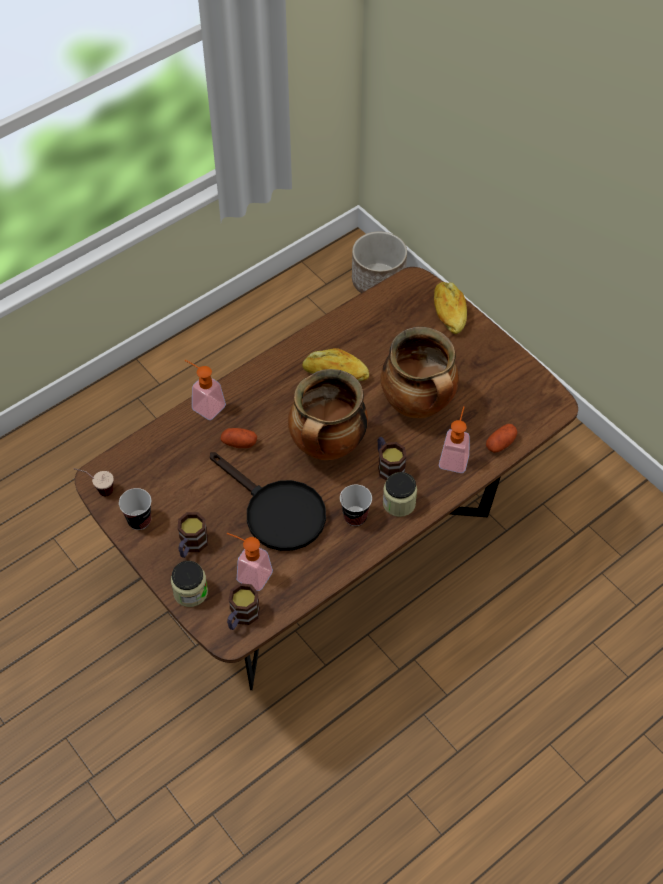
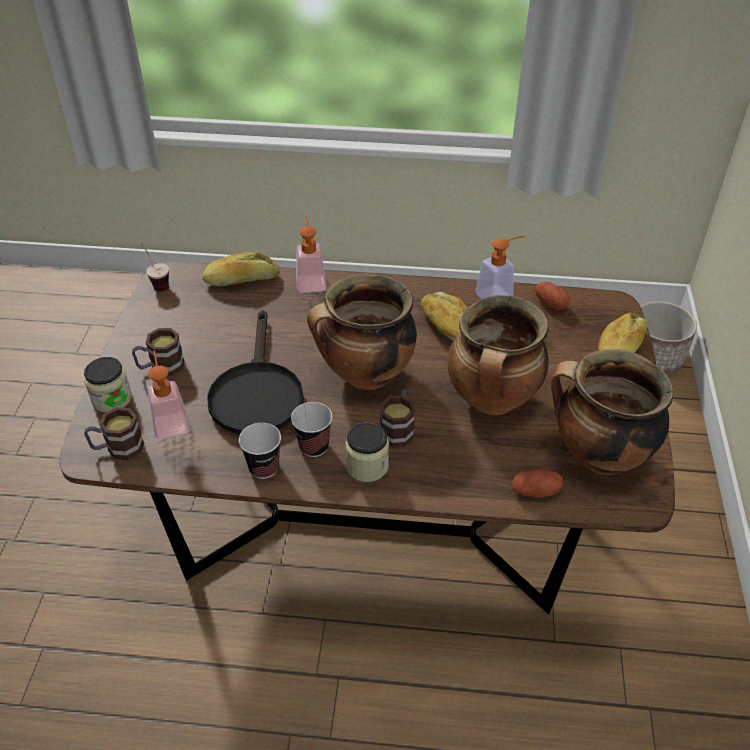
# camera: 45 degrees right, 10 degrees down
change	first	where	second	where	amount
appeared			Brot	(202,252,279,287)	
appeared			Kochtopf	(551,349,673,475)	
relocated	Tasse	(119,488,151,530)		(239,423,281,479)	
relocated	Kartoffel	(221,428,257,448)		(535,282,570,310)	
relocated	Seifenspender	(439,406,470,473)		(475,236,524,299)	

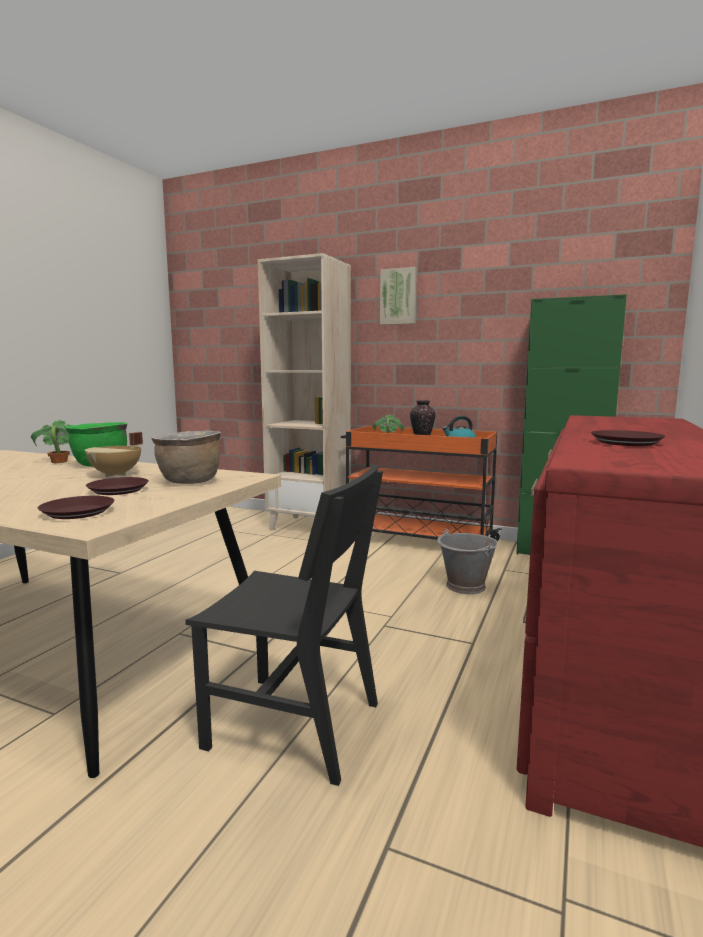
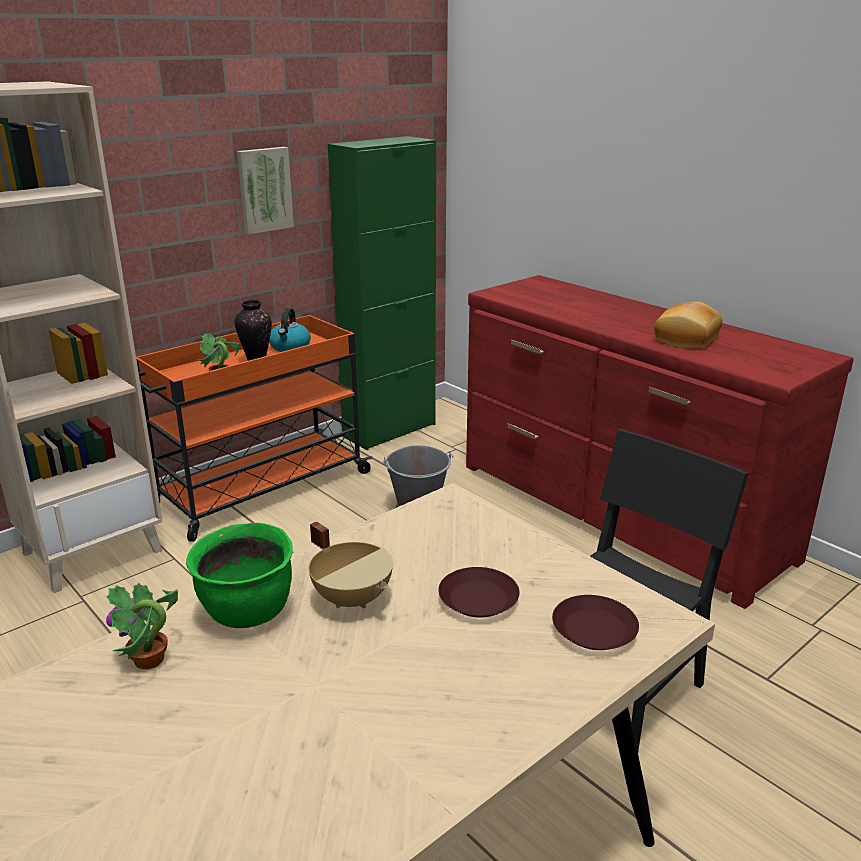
# camera: 65 degrees left, 15 degrees up
change	first	where	second	where	amount
missing	Kochtopf/braun	(151,430,221,484)			
relocated	Bild	(380,267,417,325)		(237,147,294,235)	
exchanged	Teller/braun	(591,430,665,446)	Brot	(654,302,722,349)	

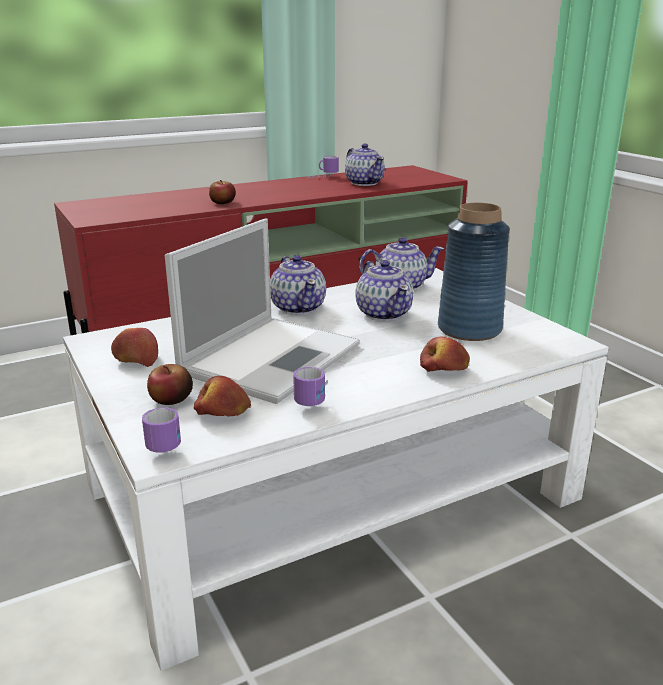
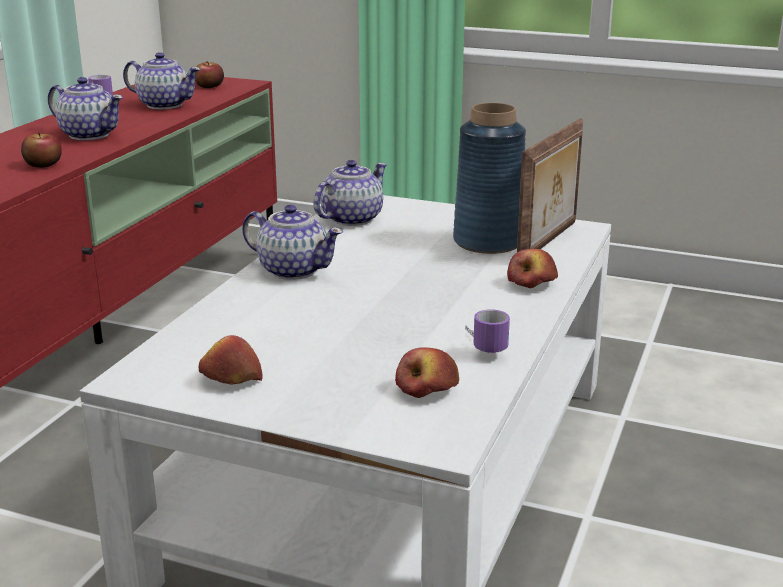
# camera: 40 degrees left, 0 degrees up
change	first	where	second	where	amount
missing	Henkelbecher	(142,407,181,453)			
missing	Laptop	(165,218,360,404)			
appeared			Bilderrahmen	(517,119,583,252)	
relocated	Apfel	(147,364,193,405)		(195,61,224,88)	
relocated	Teekanne	(355,260,413,321)		(48,77,123,140)	

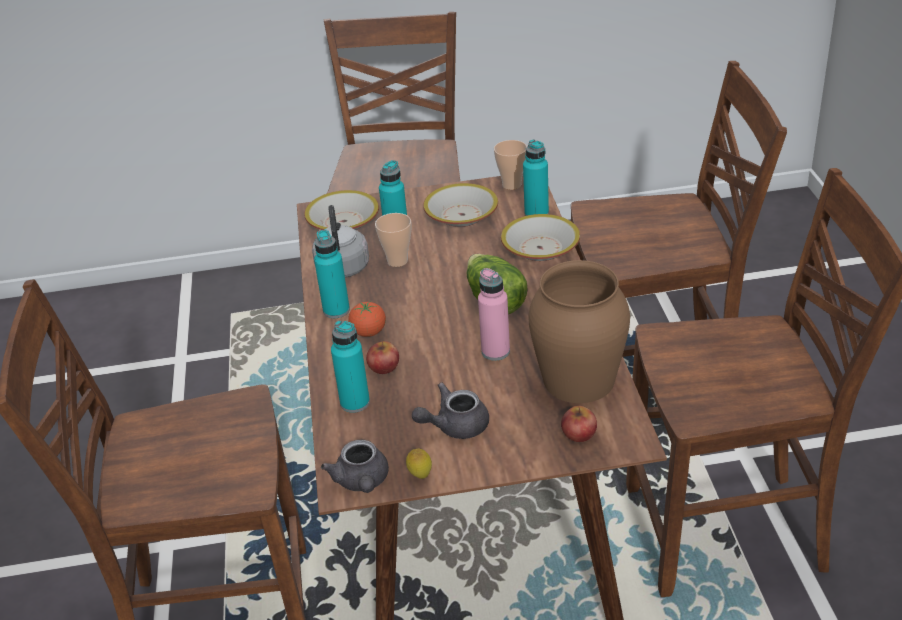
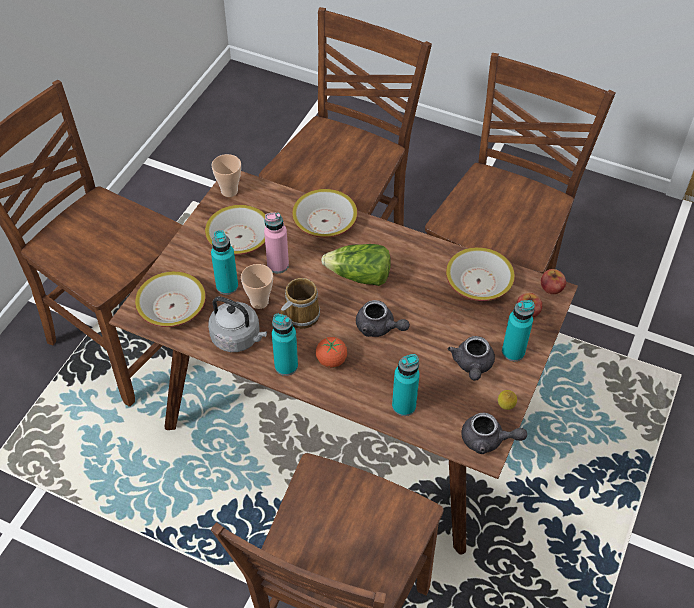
# camera: 60 degrees left, 15 degrees up
change	first	where	second	where	amount
appeared			Henkelbecher	(280,278,320,329)	
appeared			Teekanne/grau	(356,300,410,337)	
relocated	Apfel	(366,341,399,374)		(541,269,566,294)	
relocated	Flasche/rosa	(478,268,510,361)		(264,212,289,273)	
relocated	Flasche/türkis	(523,140,549,216)		(502,300,535,361)	
exchanged	Vase/braun	(528,260,630,403)	Schüssel	(446,247,515,301)	

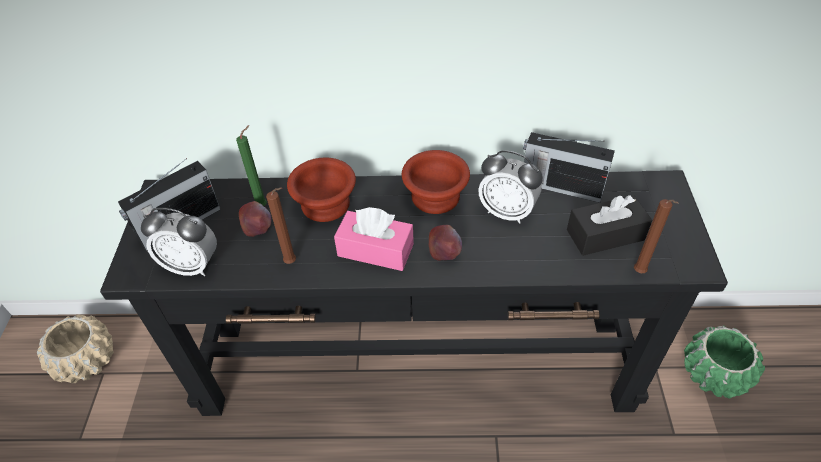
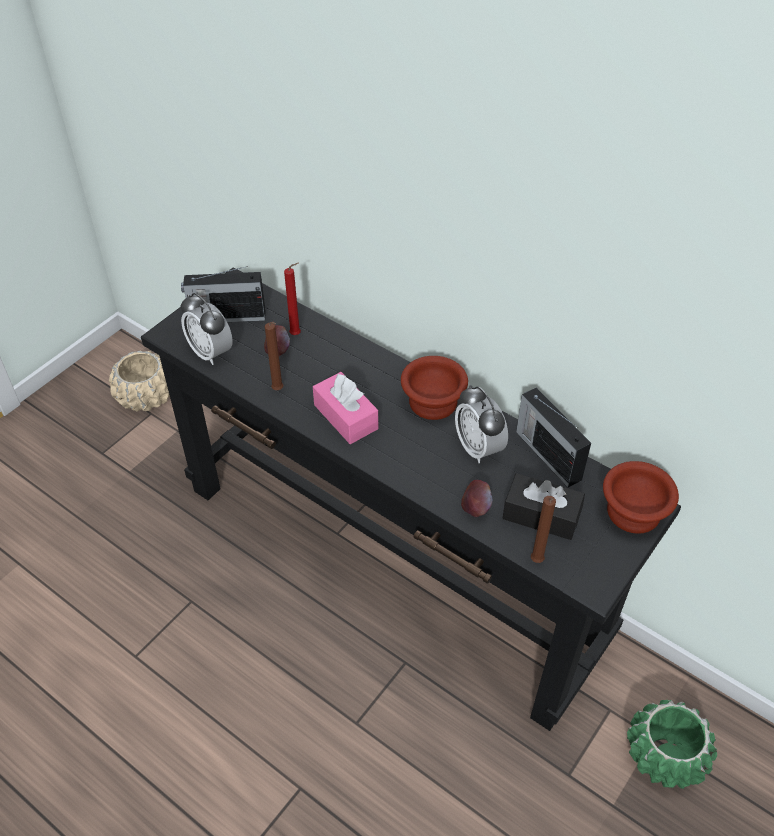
# camera: 35 degrees right, 0 degrees up
change	first	where	second	where	amount
relocated	Schüssel/braun	(287,157,356,222)		(603,461,679,534)	
relocated	Apfel	(429,225,462,261)		(461,480,493,517)	
colour	Kerze/grün	(236,125,267,206)	Kerze/rot	(284,263,301,335)	

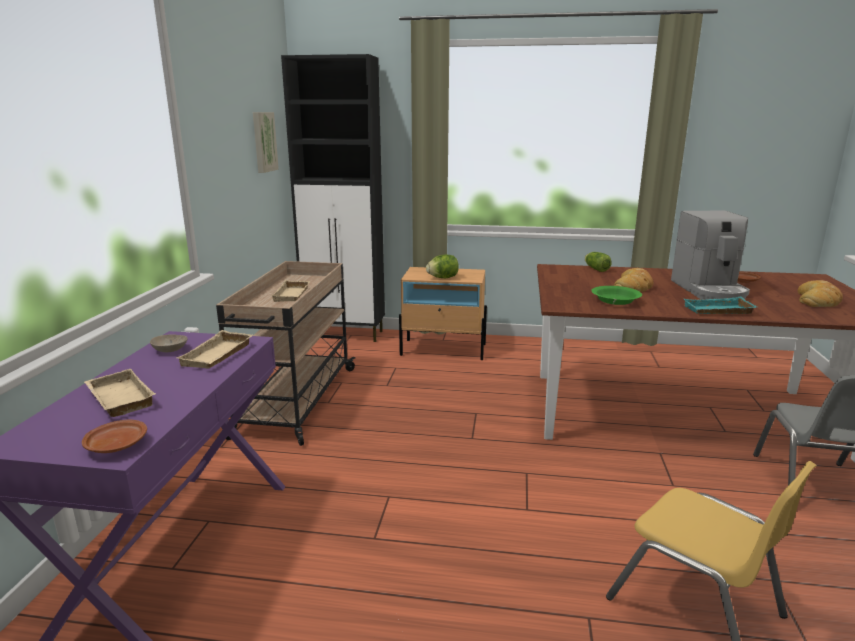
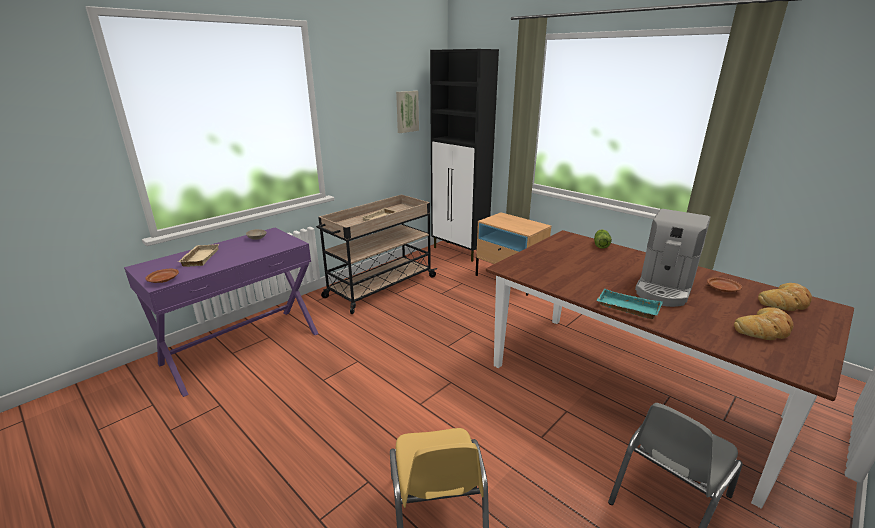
# camera: 35 degrees right, 5 degrees up
change	first	where	second	where	amount
missing	Tablett/beige	(176,330,253,368)			
missing	Salatkopf	(426,254,459,278)			
missing	Schüssel/grün	(591,286,642,305)			
relocated	Brot	(614,268,653,292)		(758,283,812,311)	

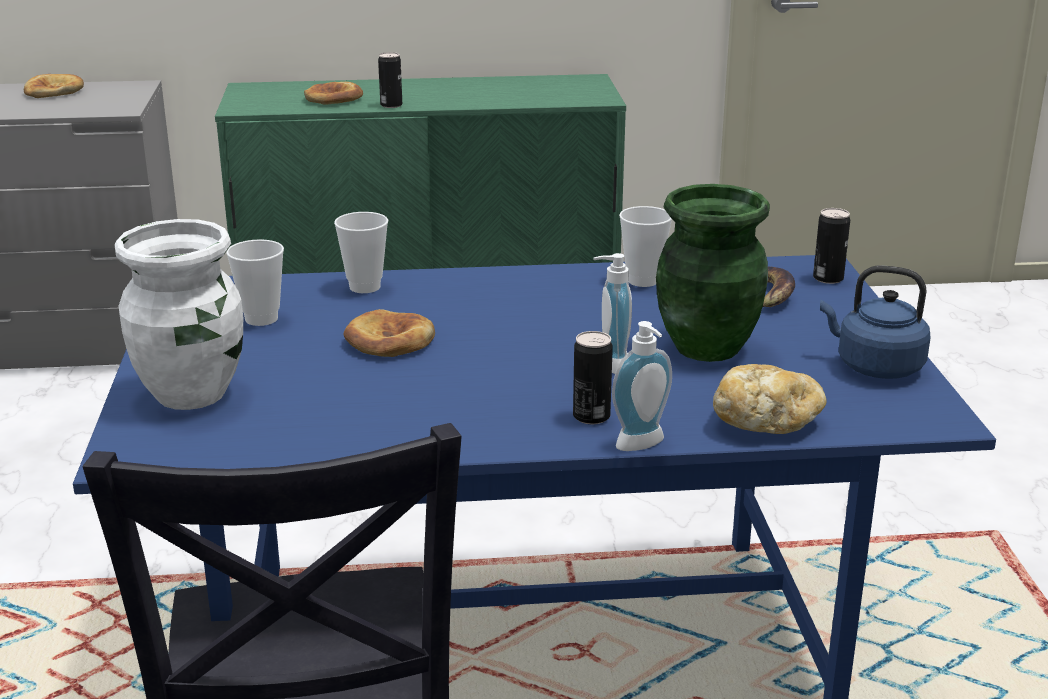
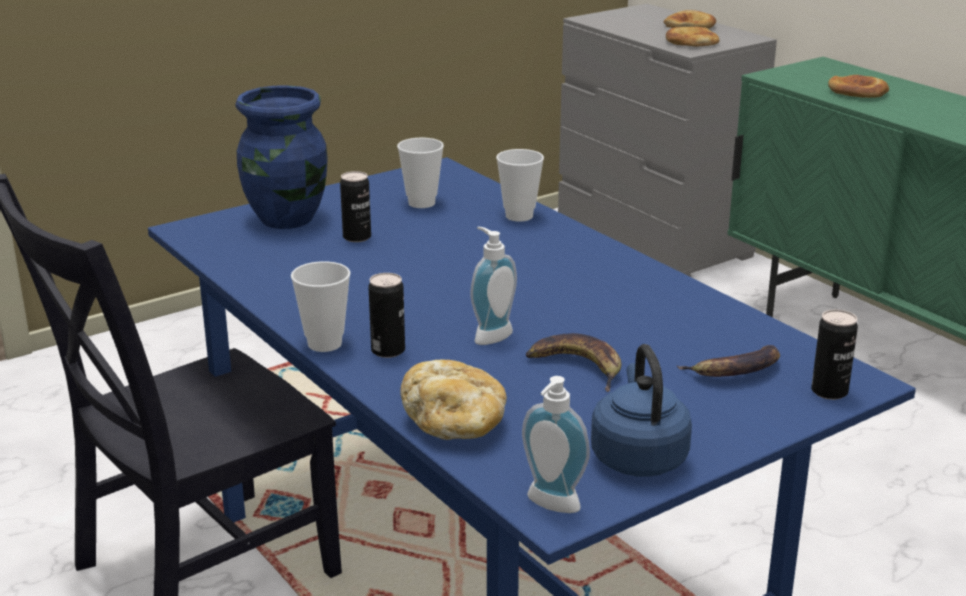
# camera: 60 degrees right, 0 degrees up
change	first	where	second	where	amount
relocated	Brot	(343,309,435,357)		(666,27,720,47)	
relocated	Dose	(378,52,402,108)		(340,171,371,242)	
relocated	Seifenspender	(612,321,672,451)		(522,376,590,513)	
relocated	Tasse	(619,206,672,287)		(291,261,350,352)	
exchanged	Vase/grün	(656,184,770,362)	Banane	(526,333,621,392)	
colour	Vase/weiß	(115,219,243,410)	Vase/blau	(236,85,328,229)	

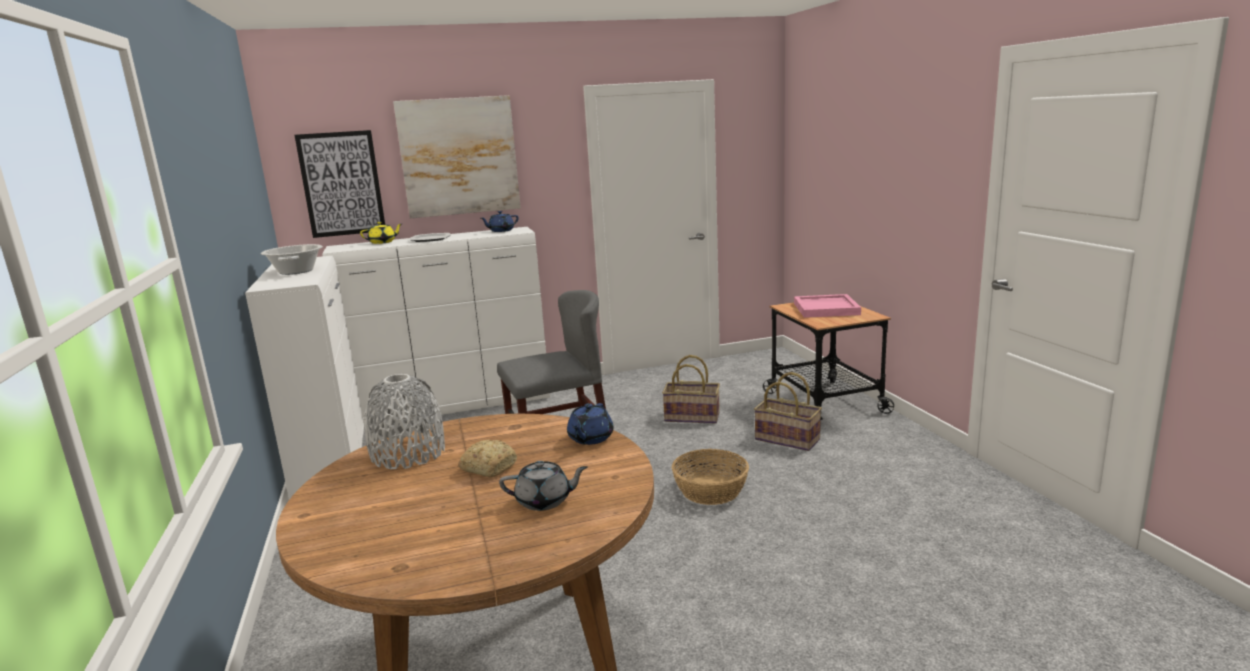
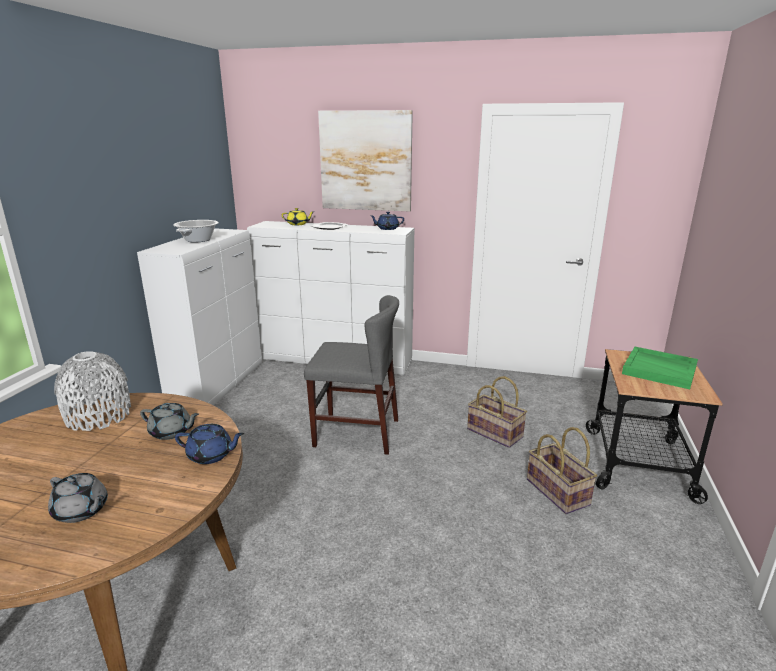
# camera: 30 degrees right, 5 degrees up
change	first	where	second	where	amount
missing	Bild	(294,130,385,238)			
missing	Brot	(458,440,517,478)			
missing	Korb	(672,449,749,505)			
appeared			Teekanne/grau	(140,403,199,440)	
colour	Tablett/rosa	(794,294,861,318)	Tablett/grün	(622,347,698,389)	
spun	Teekanne/blau	(567,403,614,445)		(175,424,244,464)	135 degrees counterclockwise

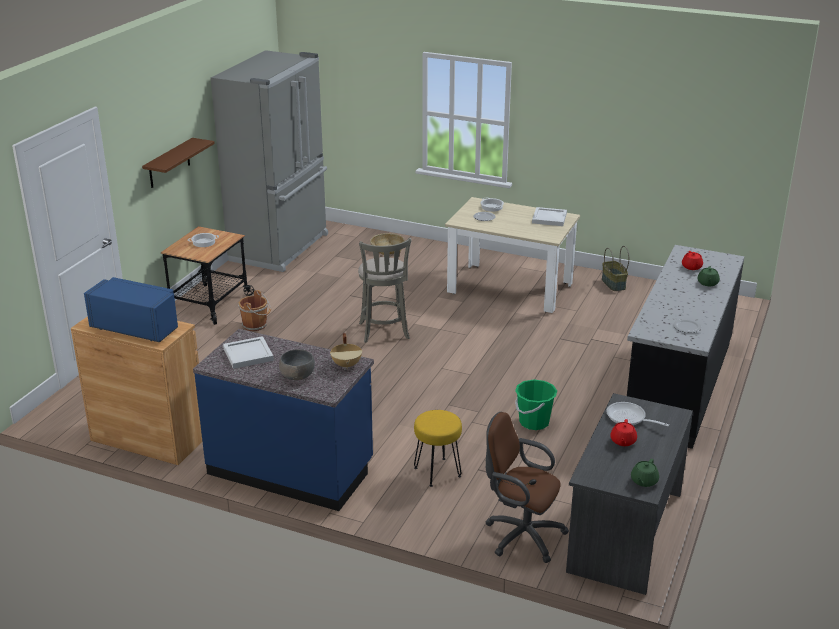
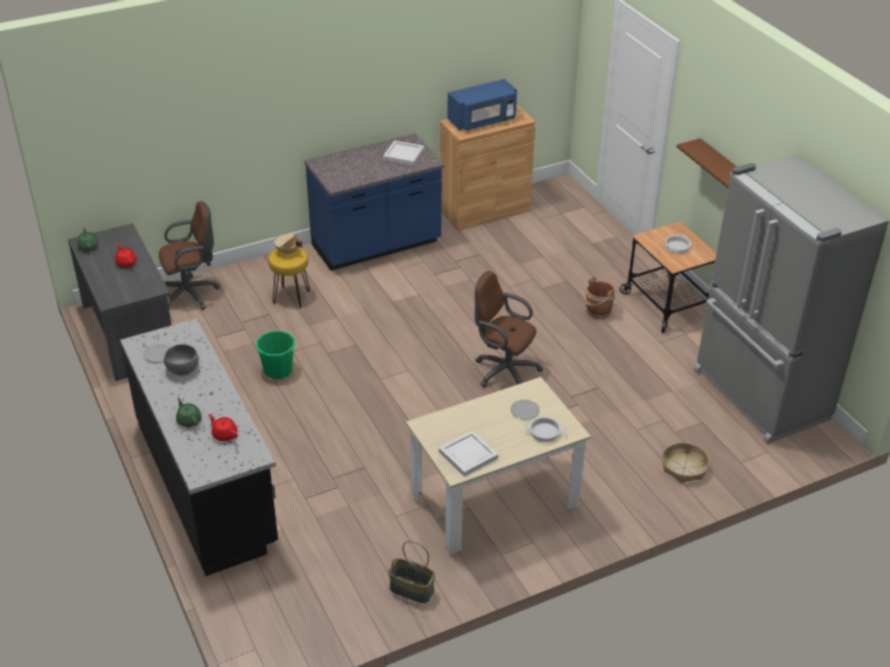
# camera: 130 degrees right, 10 degrees up
change	first	where	second	where	amount
missing	Pfanne	(606,402,669,426)			
relocated	Schüssel/grau	(279,349,315,380)		(164,344,199,376)	
relocated	Kochtopf/beige	(330,333,362,369)		(274,234,303,255)	
exchanged	Hocker/grau	(358,238,412,343)	Bürostuhl/braun	(475,271,543,388)	

